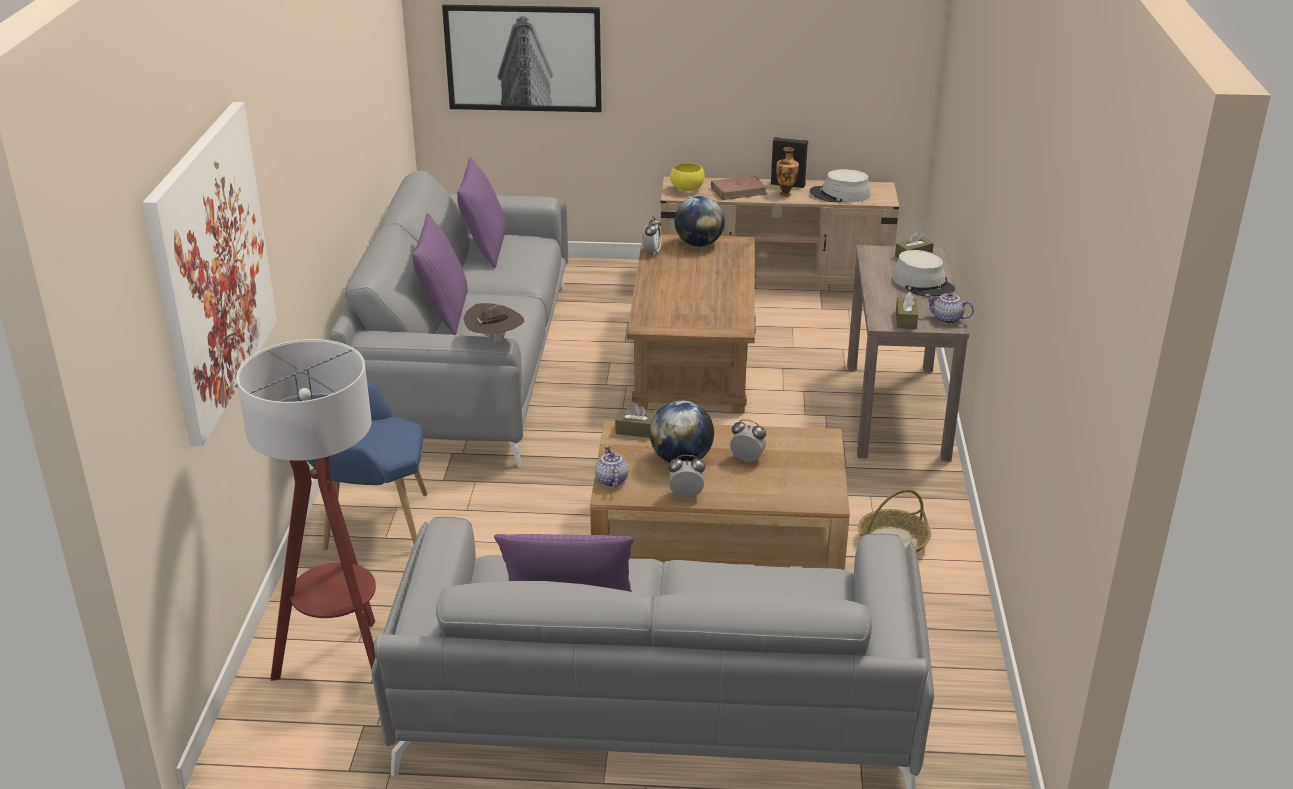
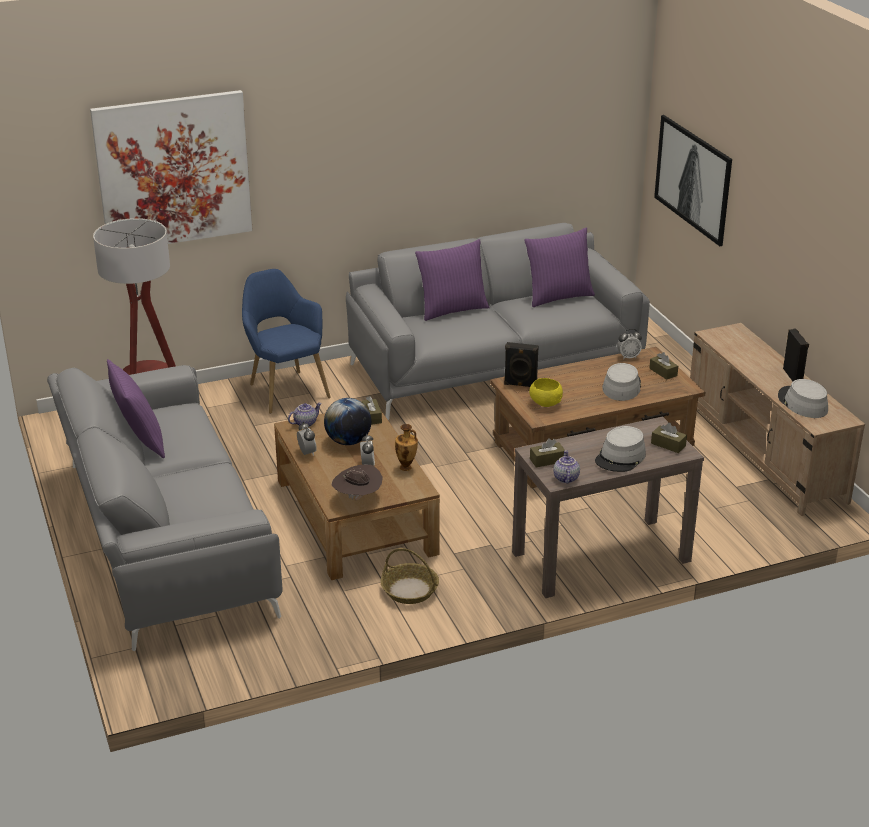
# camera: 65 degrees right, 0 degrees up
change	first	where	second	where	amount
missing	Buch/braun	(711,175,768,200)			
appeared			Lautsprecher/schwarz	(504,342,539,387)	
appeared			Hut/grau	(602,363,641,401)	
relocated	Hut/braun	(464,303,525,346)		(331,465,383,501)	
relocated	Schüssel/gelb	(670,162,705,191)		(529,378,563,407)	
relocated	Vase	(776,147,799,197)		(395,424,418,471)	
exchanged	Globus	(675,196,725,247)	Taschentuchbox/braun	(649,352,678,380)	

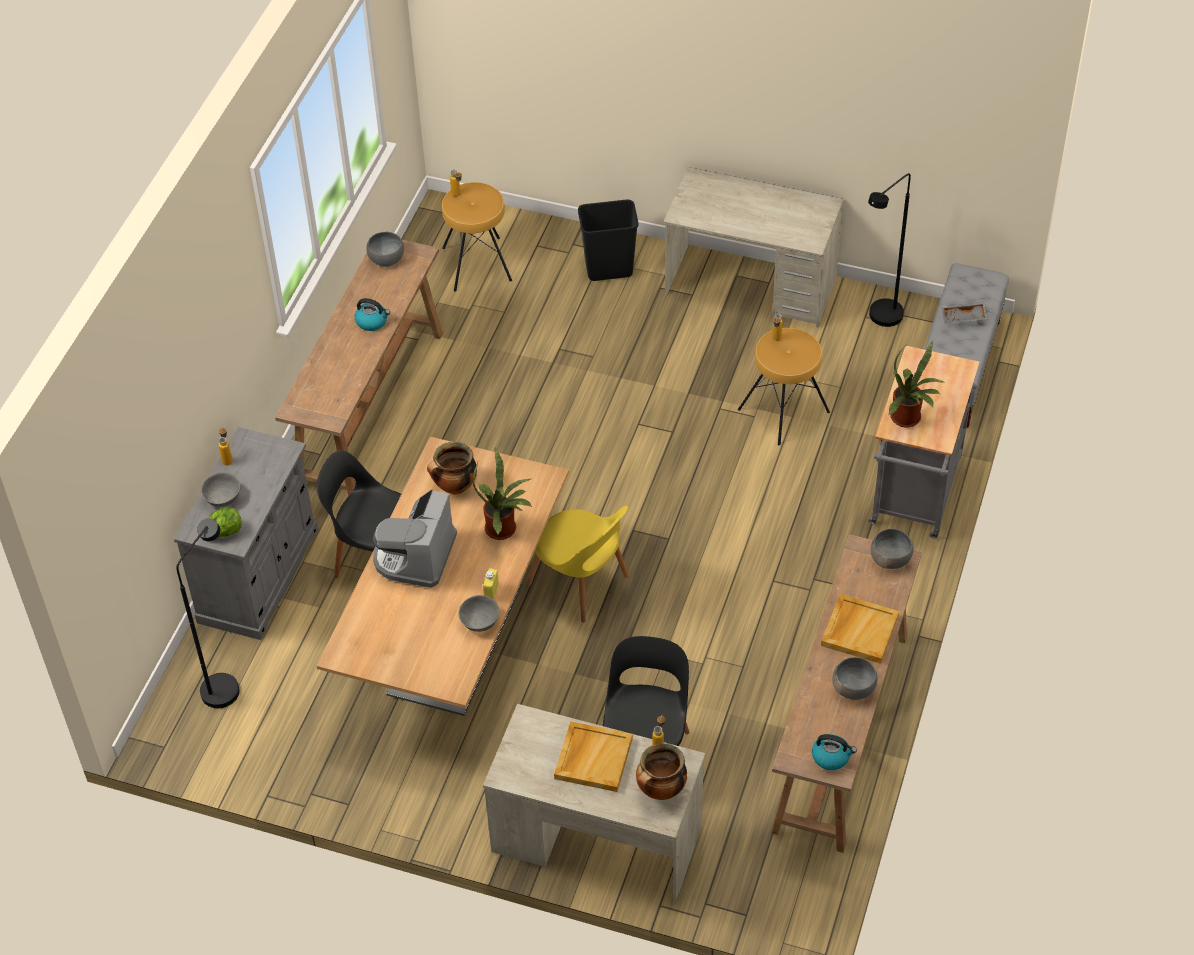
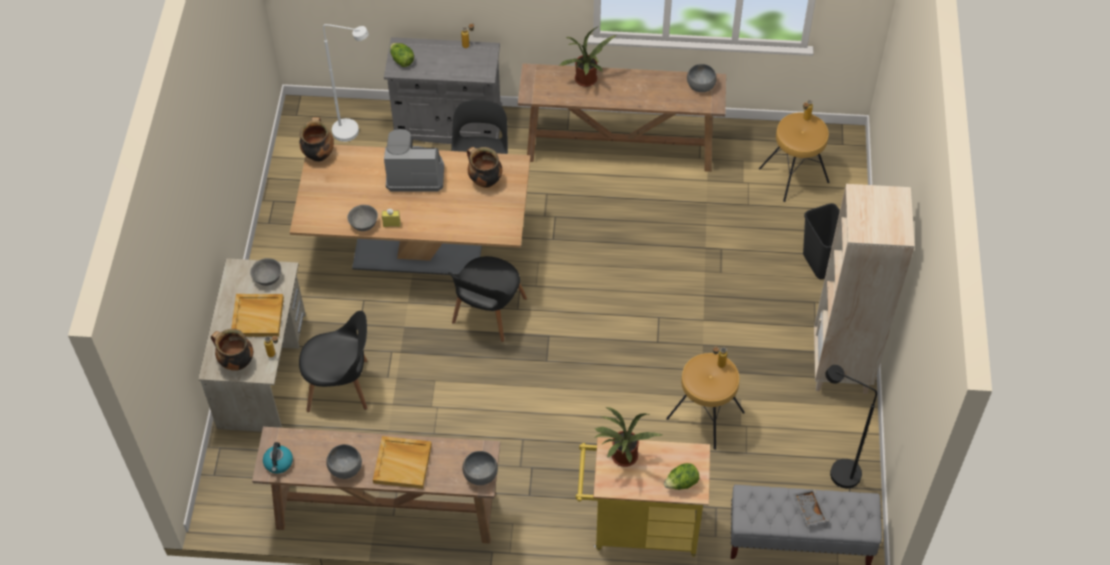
# camera: 75 degrees right, 5 degrees up
change	first	where	second	where	amount
missing	Wasserkessel	(355,298,390,331)			
appeared			Kochtopf	(299,117,334,162)	
appeared			Salatkopf	(664,463,699,490)	
relocated	Schüssel/grau	(201,472,240,507)		(250,258,281,286)	
relocated	Topfpflanze	(473,447,533,540)		(559,27,616,87)	
exchanged	Schreibtisch/beige	(664,167,844,327)	Bücherregal/beige	(814,184,915,394)	
colour	Stehlampe/schwarz	(176,518,240,708)	Stehlampe/weiß	(323,24,369,142)	
colour	Stuhl/gelb	(526,506,629,622)	Stuhl/schwarz	(448,256,527,342)	
colour	Rollwagen/grau	(868,345,979,539)	Rollwagen/gelb	(576,437,710,557)	

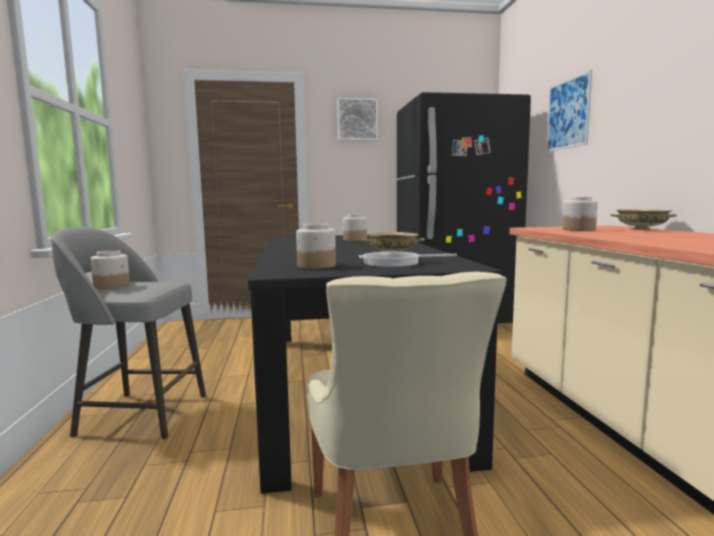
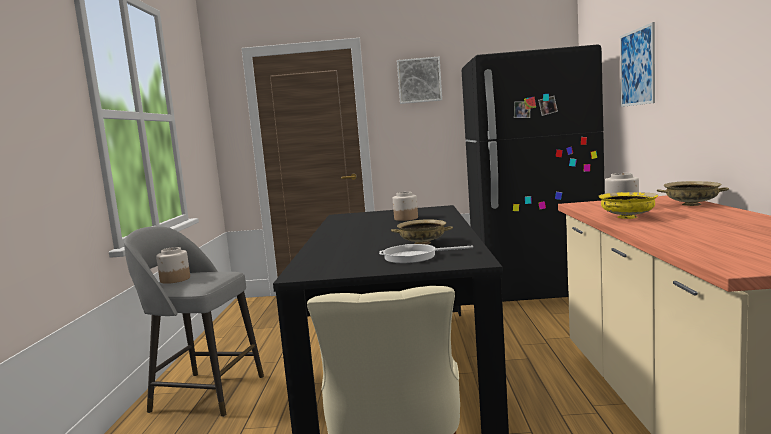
# camera: 10 degrees right, 0 degrees up
change	first	where	second	where	amount
missing	Vorratsglas	(296,223,336,269)			
appeared			Schüssel/gelb	(599,192,658,219)	

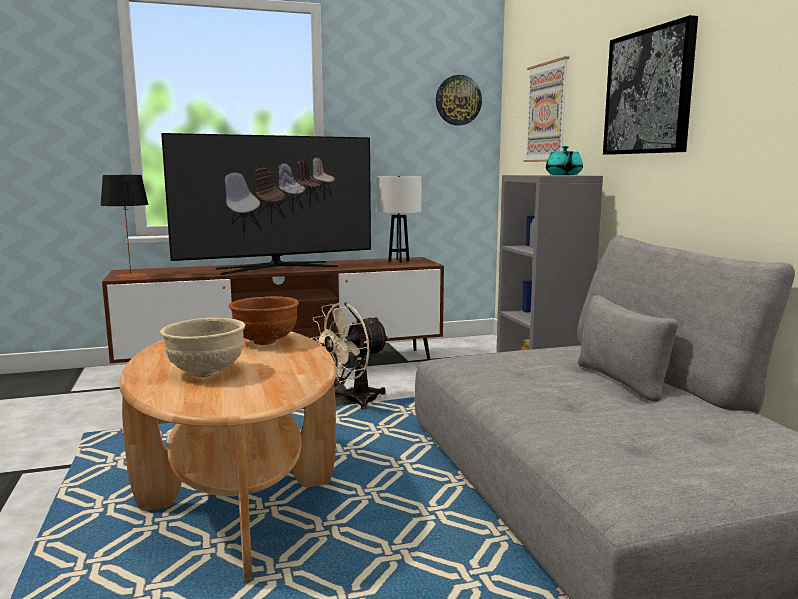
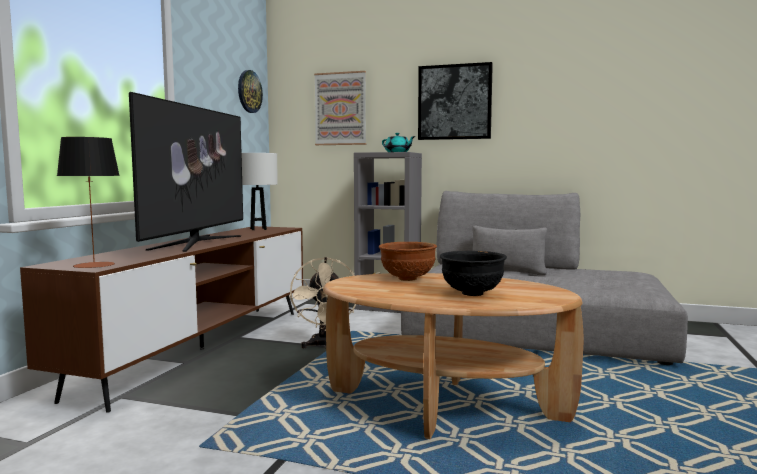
# camera: 55 degrees left, 5 degrees down
change	first	where	second	where	amount
colour	Schüssel/beige	(160,318,246,377)	Schüssel/schwarz	(440,251,507,296)	

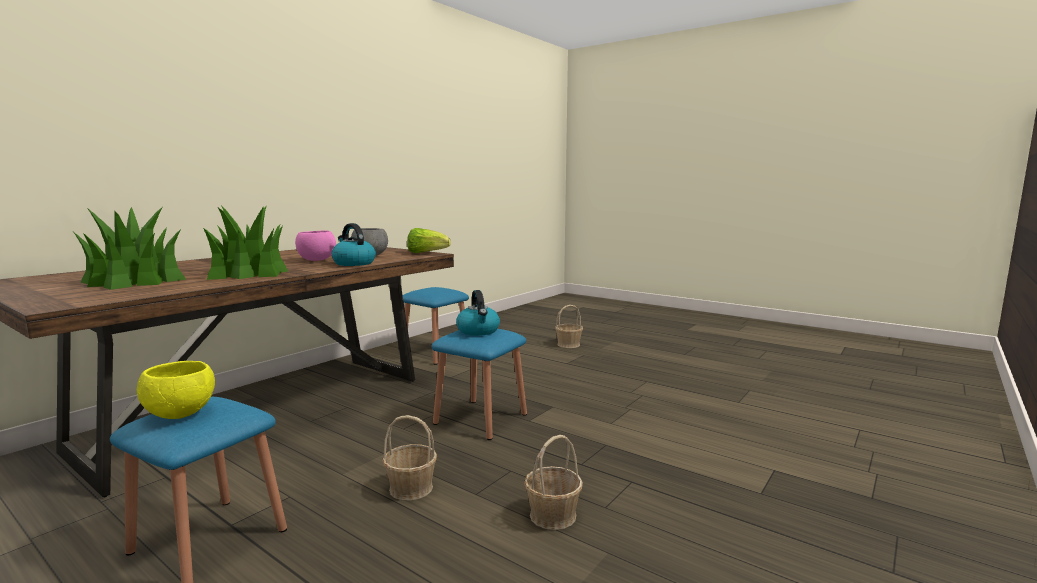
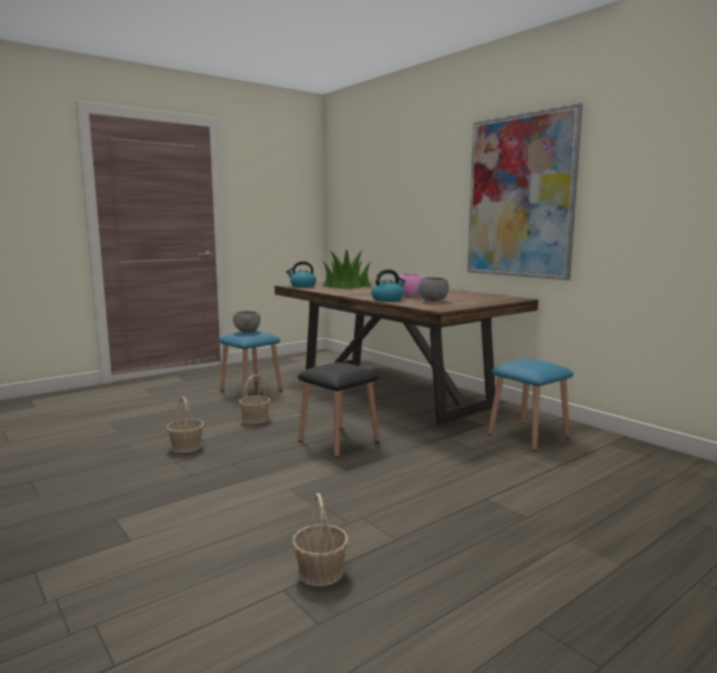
# camera: 105 degrees right, 0 degrees up
change	first	where	second	where	amount
missing	Topfpflanze	(202,205,288,280)			
missing	Salatkopf	(407,228,451,253)			
appeared			Bild	(468,103,583,280)	
relocated	Wasserkessel	(456,290,500,336)		(286,261,316,287)	
relocated	Korb	(555,305,583,348)		(292,493,348,586)	
colour	Schüssel/gelb	(137,361,215,419)	Schüssel/grau	(233,311,261,332)	
colour	Hocker/blau	(432,329,527,440)	Hocker/schwarz	(298,362,379,458)	

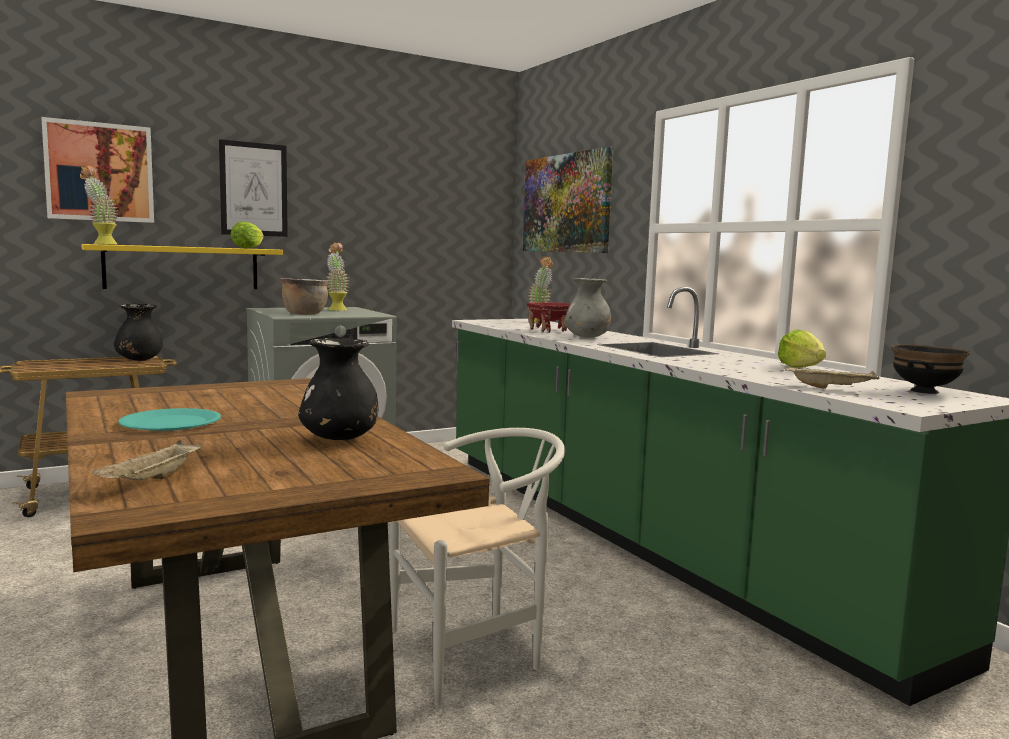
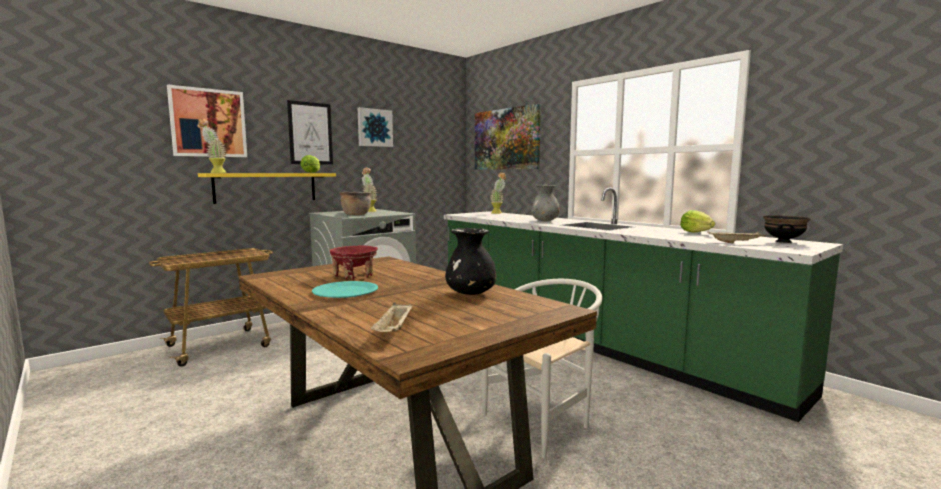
# camera: 10 degrees left, 0 degrees up
change	first	where	second	where	amount
missing	Vase/schwarz	(114,304,163,361)			
appeared			Bild	(358,107,393,147)	
relocated	Schüssel/rot	(527,302,570,332)		(330,245,378,280)	

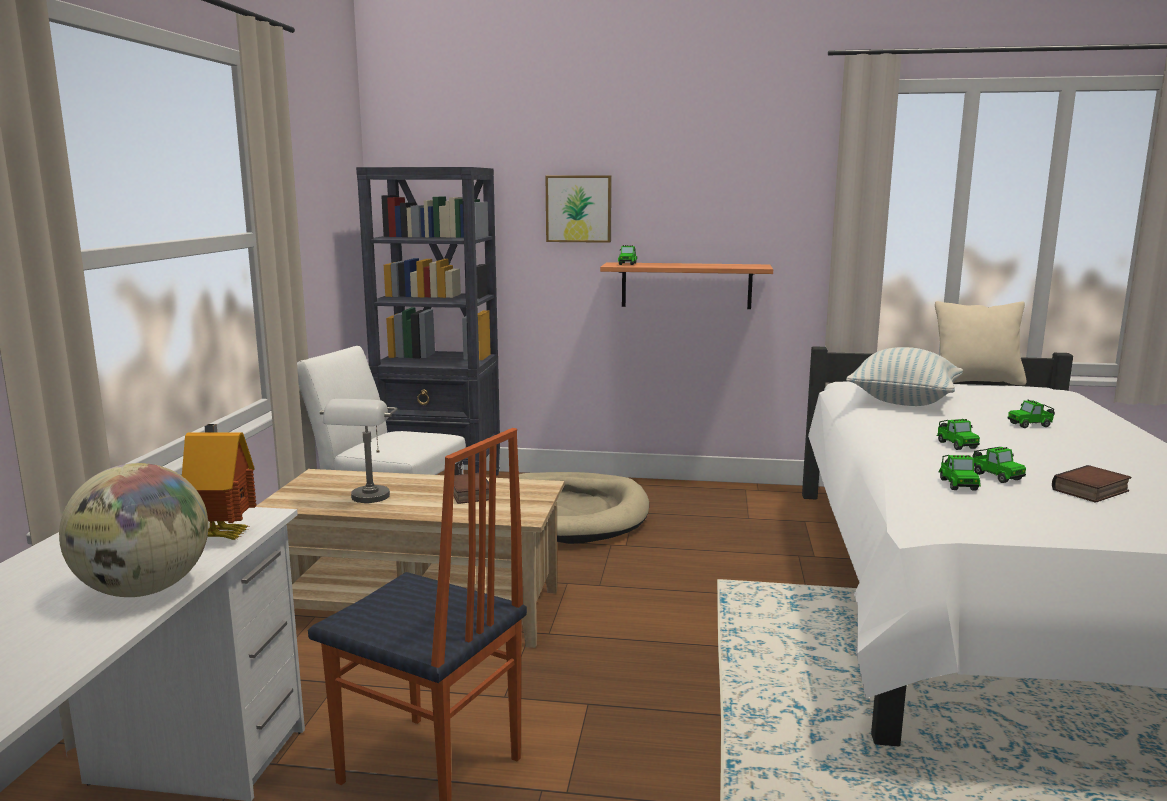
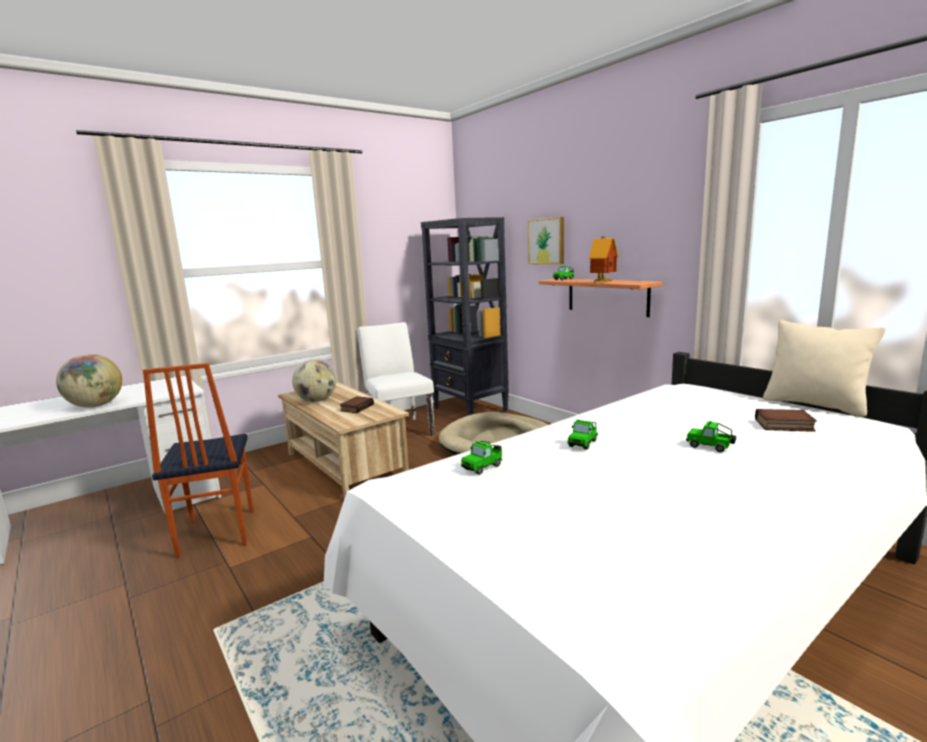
# camera: 45 degrees right, 0 degrees up
change	first	where	second	where	amount
missing	Kissen	(846,347,963,406)			
missing	Spielzeugauto	(973,447,1026,483)			
relocated	Spielzeughaus	(182,424,257,540)		(589,237,618,282)	
relocated	Buch	(1052,465,1131,503)		(755,409,817,432)	
exchanged	Tischlampe/grau	(320,399,398,503)	Globus	(292,360,336,402)	

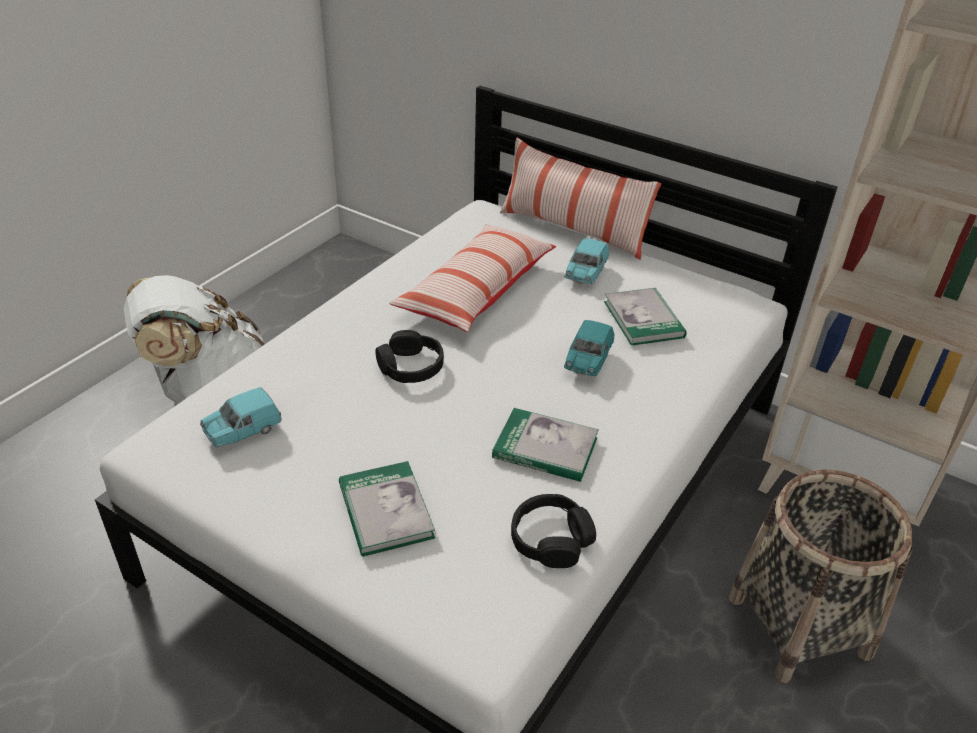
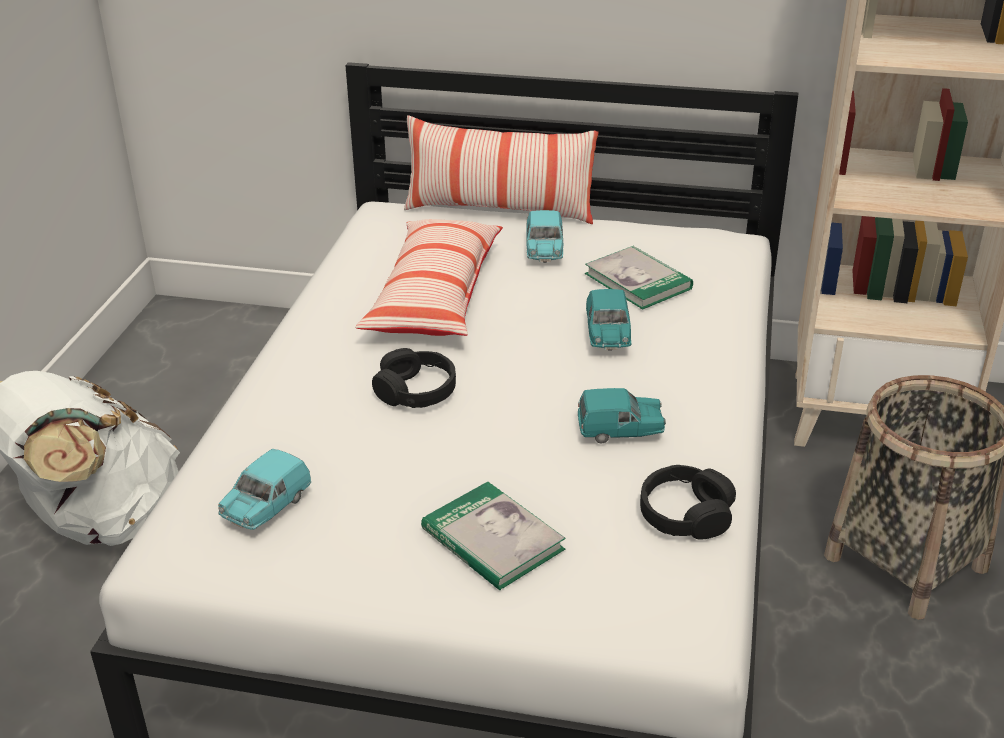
# camera: 20 degrees left, 5 degrees down
change	first	where	second	where	amount
exchanged	Buch	(492,408,599,482)	Spielzeugauto/türkis	(578,388,666,444)	

